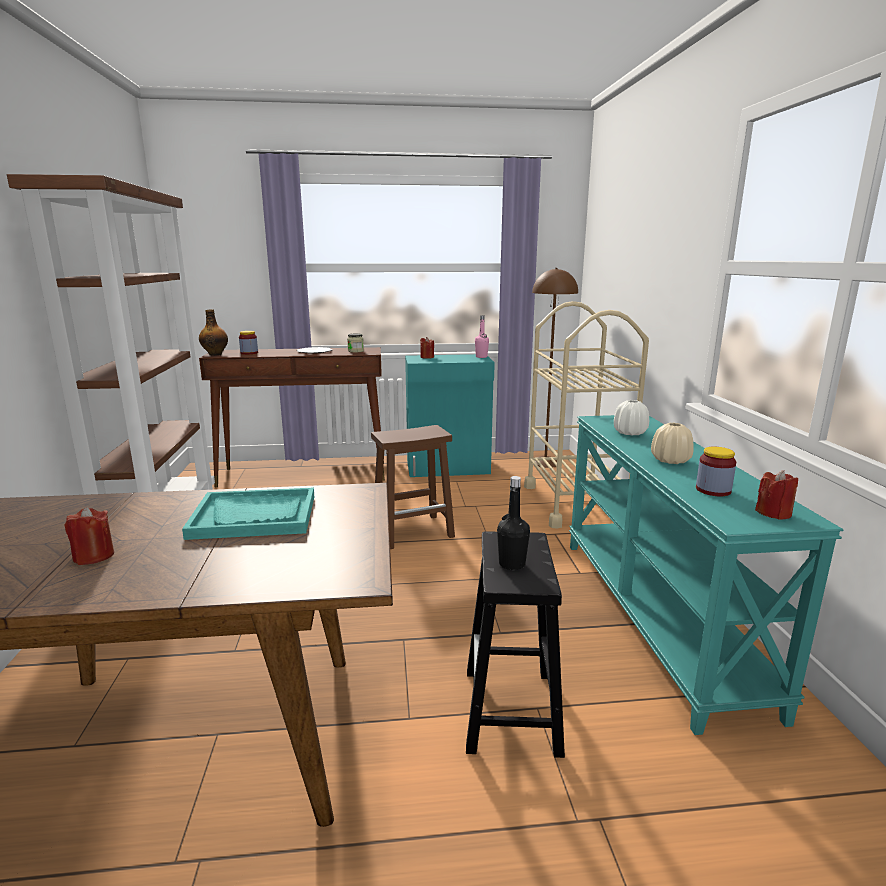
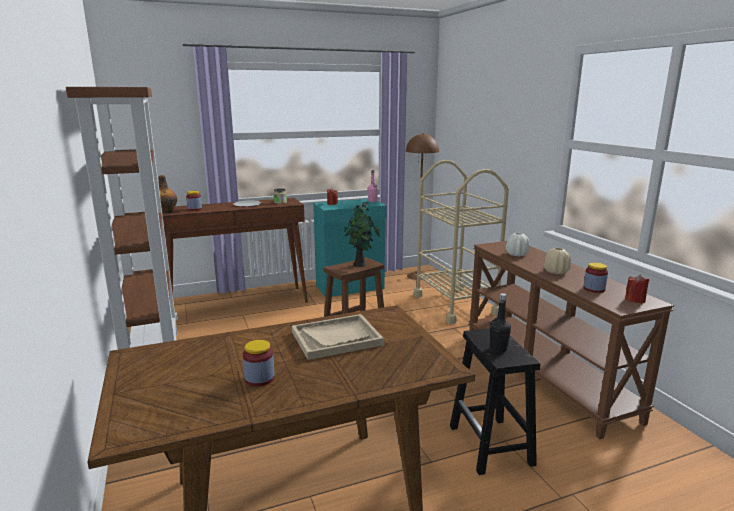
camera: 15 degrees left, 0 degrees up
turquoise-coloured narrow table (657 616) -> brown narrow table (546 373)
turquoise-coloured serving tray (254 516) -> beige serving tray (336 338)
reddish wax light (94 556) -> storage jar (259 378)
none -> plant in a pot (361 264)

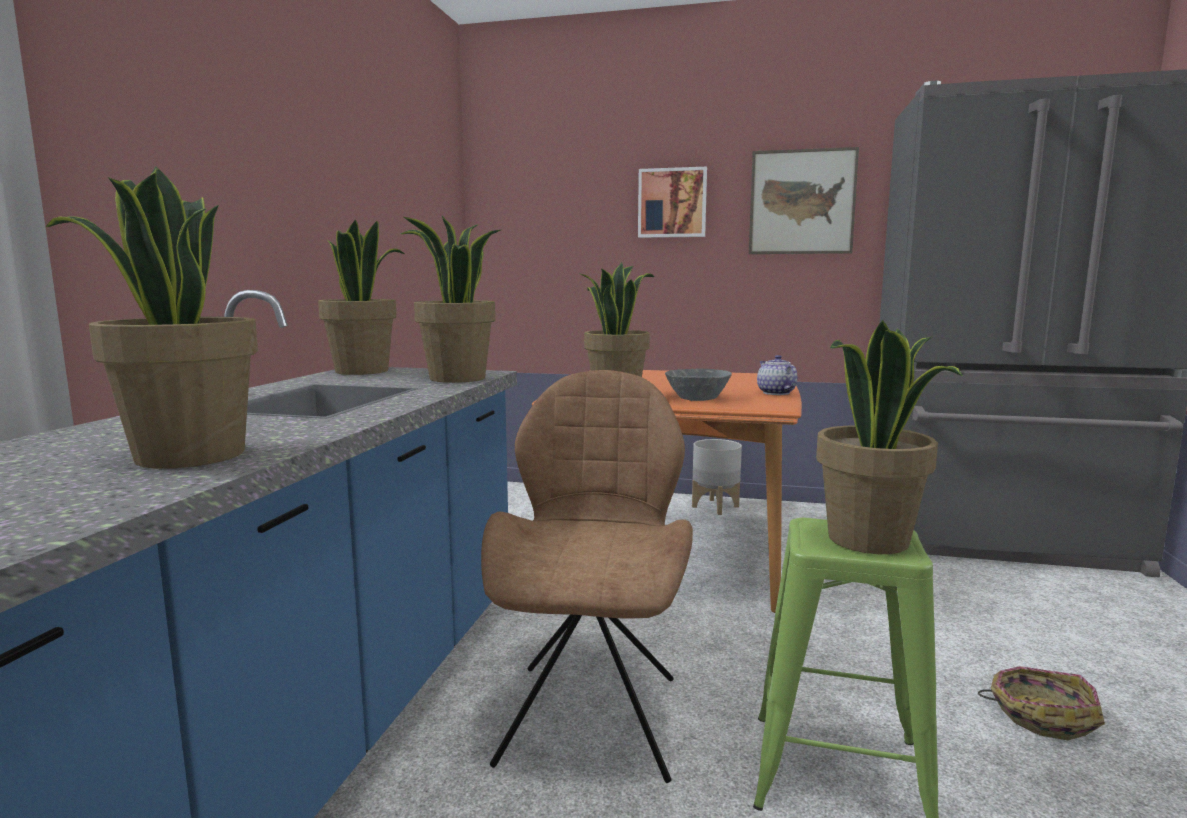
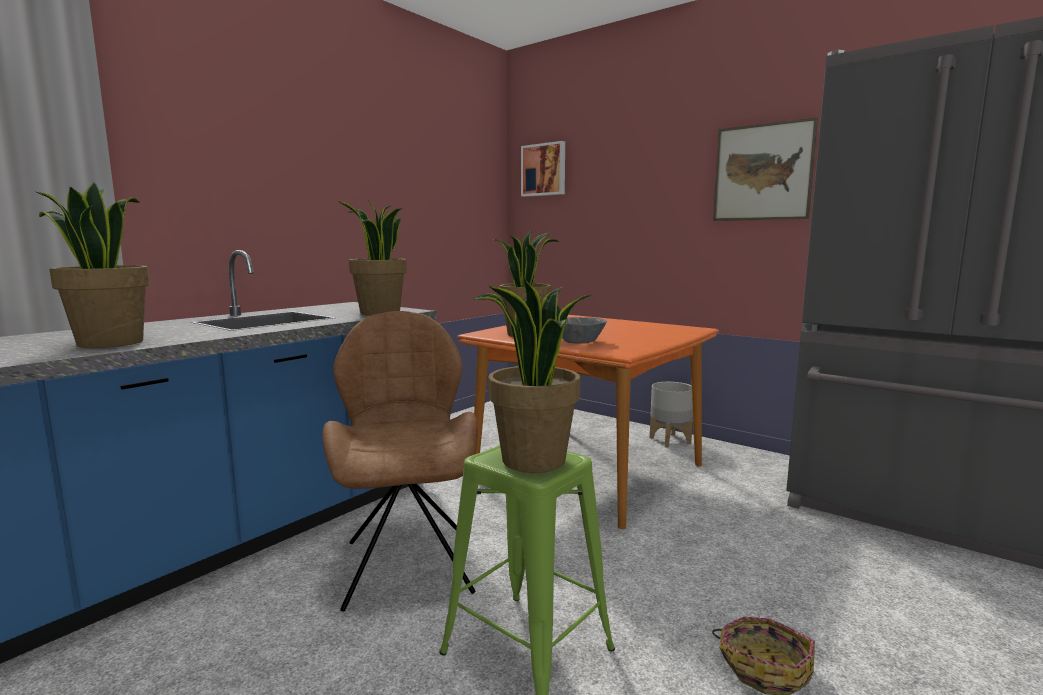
camera: 25 degrees right, 0 degrees up
wall picture (672 203) -> wall picture (544 170), relocated
plant in a pot (363 371) -> none
teapot (775 393) -> none
brown upright chair (592 714) -> brown upright chair (408 563), 45 degrees counterclockwise

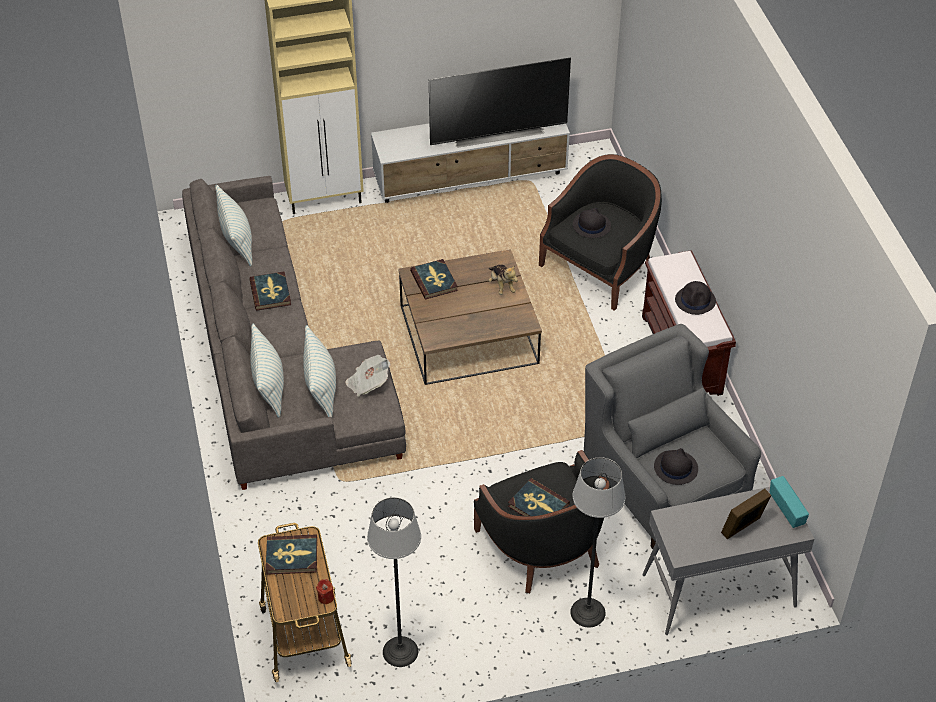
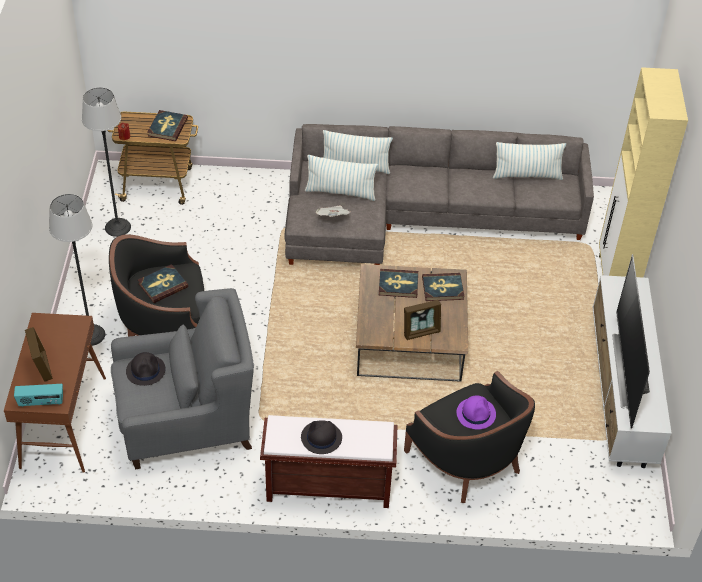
camera: 105 degrees right, 0 degrees up
black clothing hat (591 225) -> purple-coloured clothing hat (476 413)
soft toy (501 285) -> photo frame (421 332)
book (271 293) -> book (398 285), relocated
gray narrow table (718 591) -> brown narrow table (63 421)

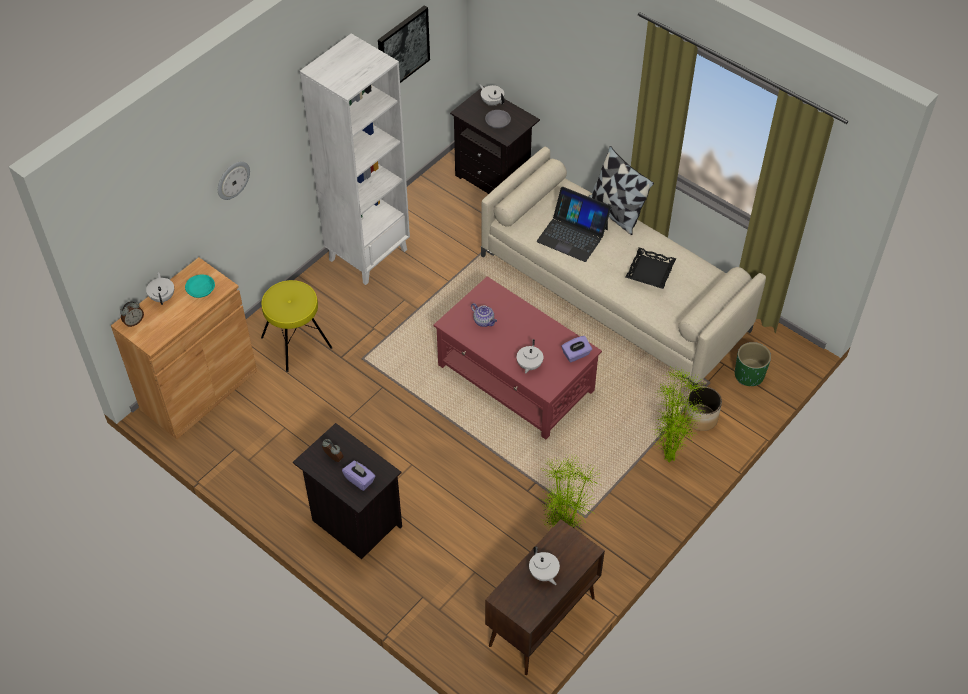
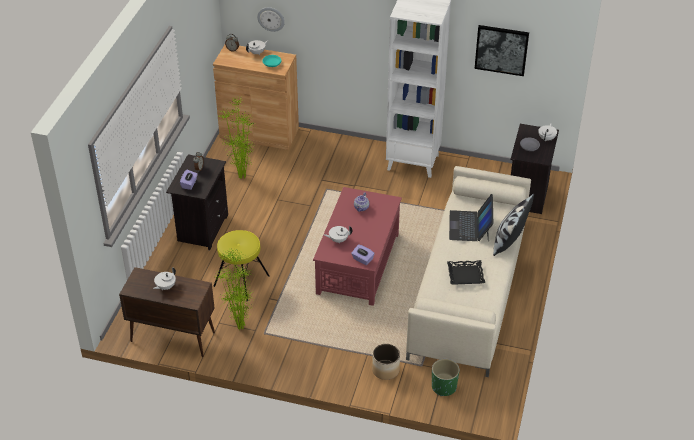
camera: 65 degrees right, 10 degrees down
hanging clock (232 179) -> hanging clock (271 18), relocated
yellow sitting stool (296 342) -> yellow sitting stool (242 281), relocated
plant in a pot (667 457) -> plant in a pot (241 176), relocated

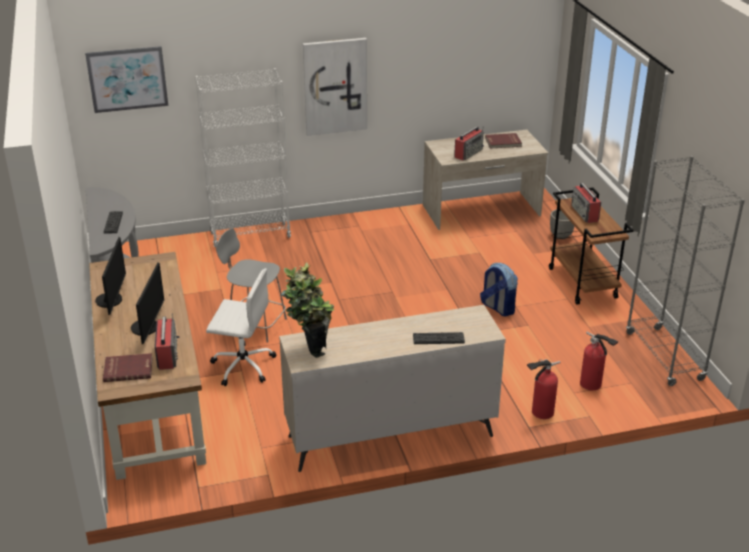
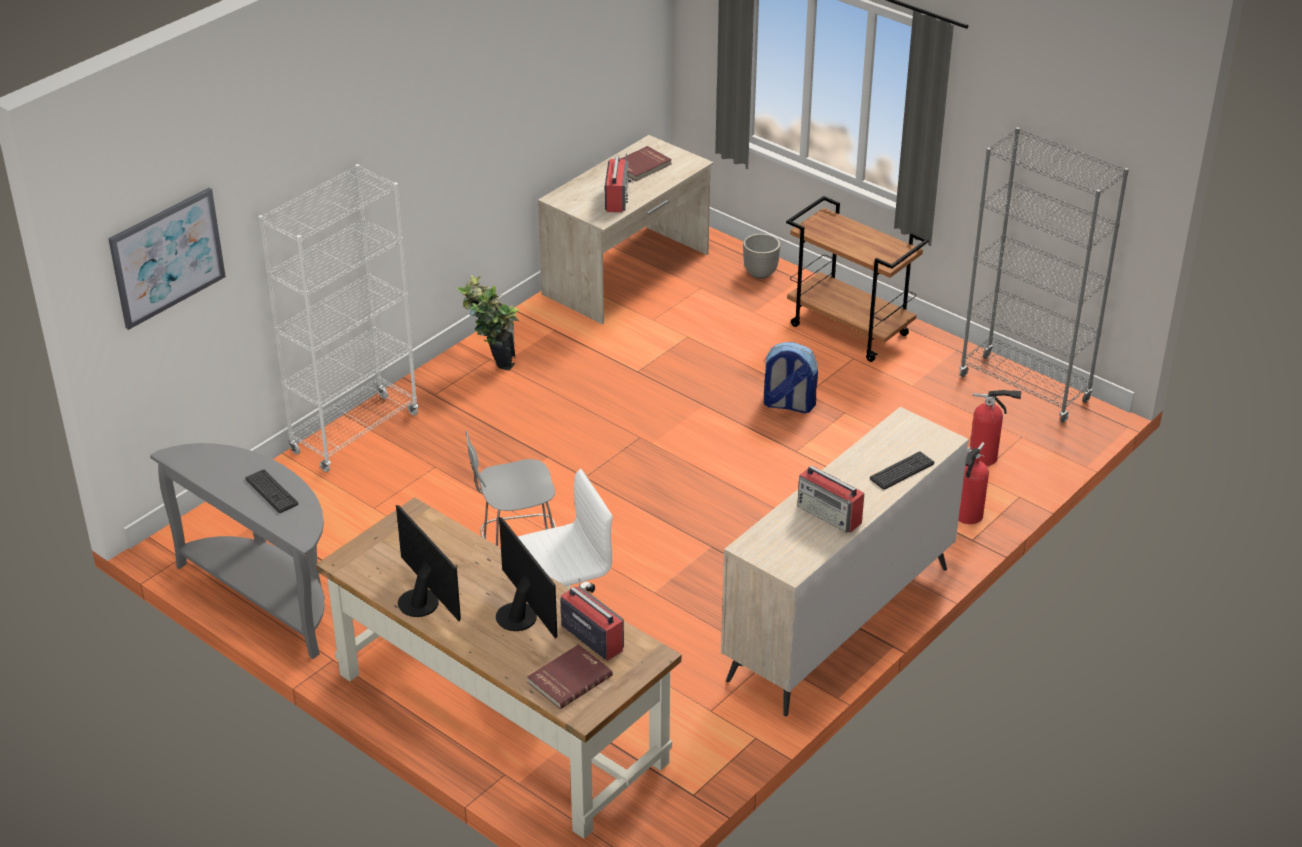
camera: 35 degrees left, 5 degrees up
wall picture (335 86) -> none
radio receiver (585 213) -> radio receiver (830 514), relocated
plant in a pot (309 347) -> plant in a pot (492 363), relocated

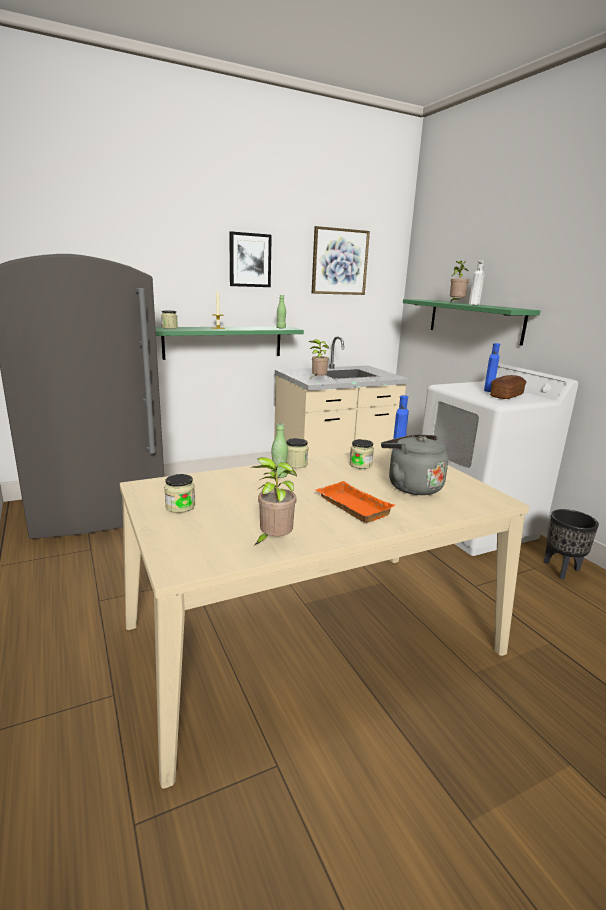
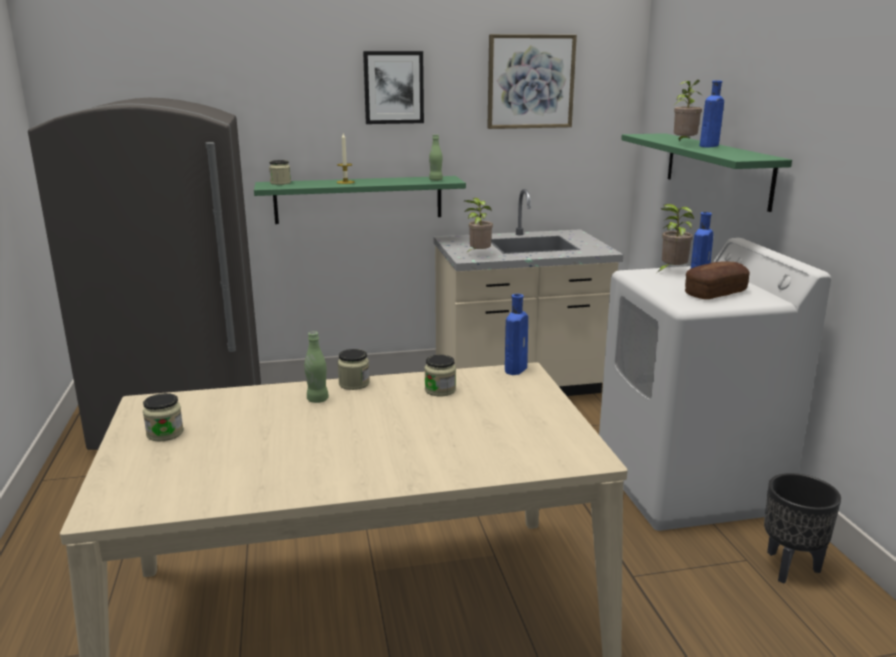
camera: 15 degrees right, 0 degrees up
white bottle (474 304) -> bluish bottle (708 146)
gray tea kettle (411 486) -> none
plant in a pot (273 541) -> plant in a pot (671 271), relocated
orangey serving tray (350 506) -> none

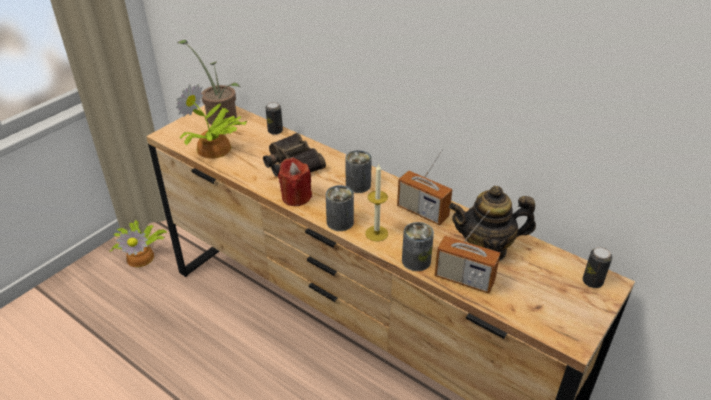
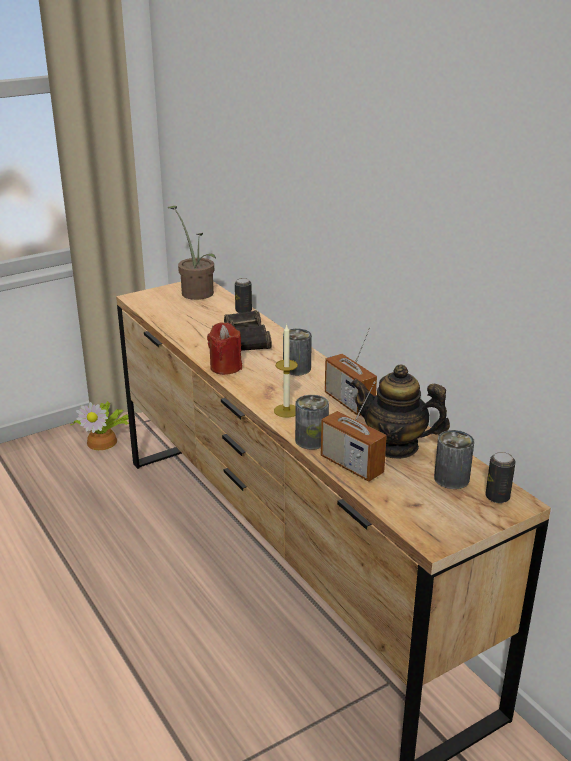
camera: 20 degrees right, 10 degrees down
plant in a pot (214 150) -> none
metal can (340 222) -> metal can (451 478), relocated

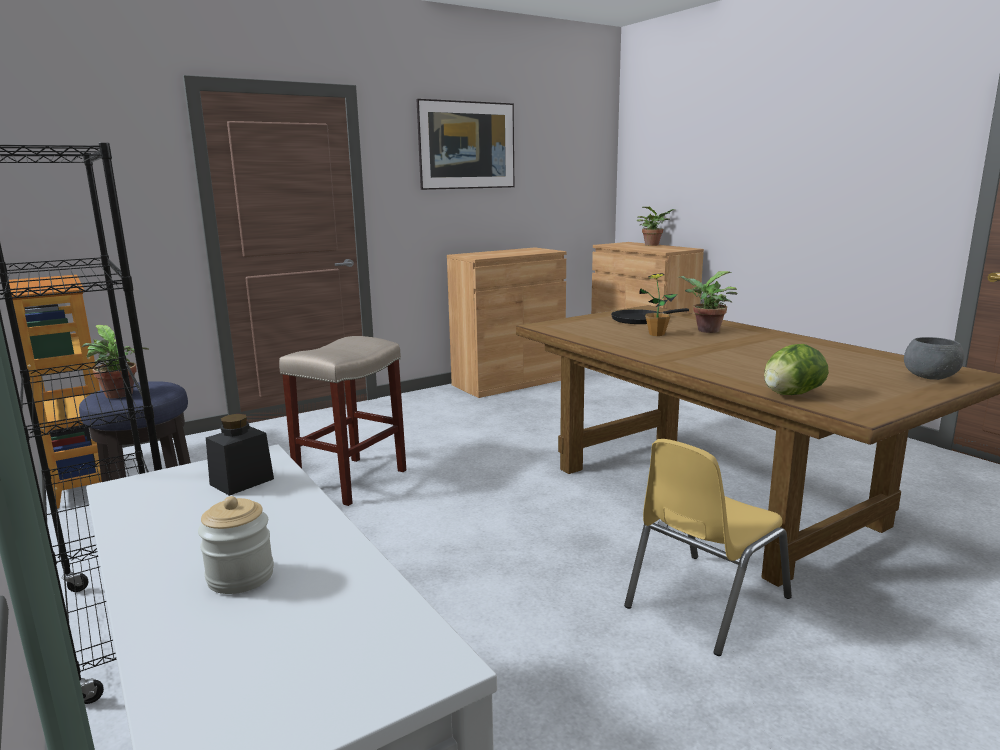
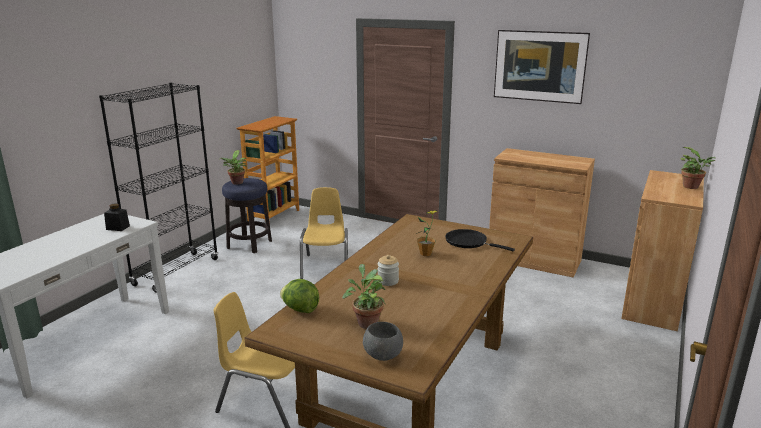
camera: 60 degrees right, 5 degrees up
plant in a pot (705 330) -> plant in a pot (366 322), relocated
beige sitting stool (352 480) -> yellow upright chair (326 266)
storage jar (240 577) -> storage jar (388 281), relocated

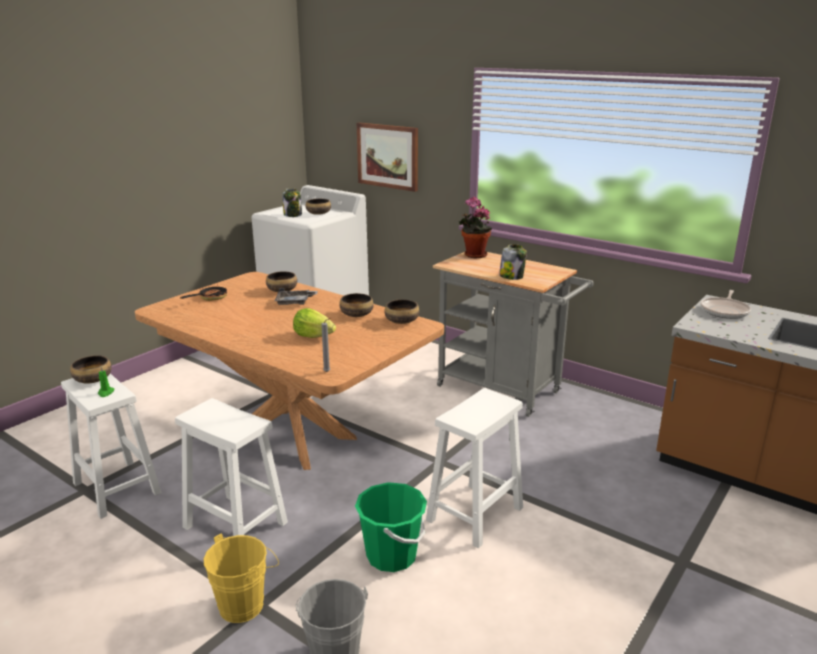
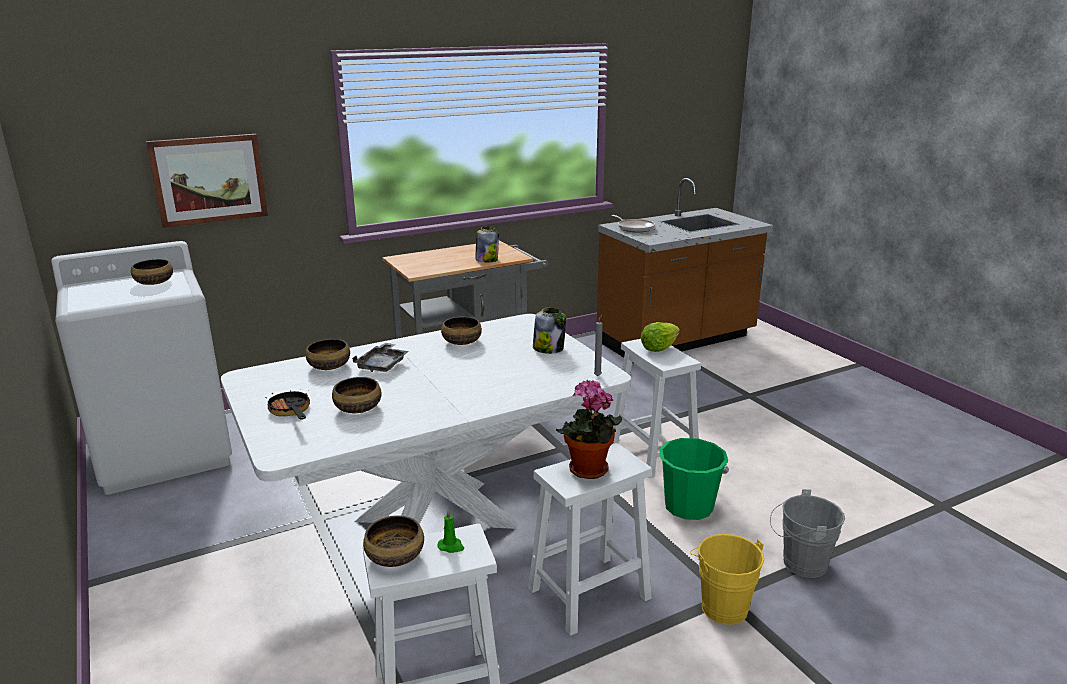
camera: 65 degrees left, 0 degrees up
storage jar (293 215) -> storage jar (549 348), relocated
plant in a pot (473 255) -> plant in a pot (587 472), relocated
brown dining table (293 434) -> white dining table (435 522)
bowl (402 321) -> bowl (358 408), relocated
lettuce head (313 336) -> lettuce head (658 348), relocated

